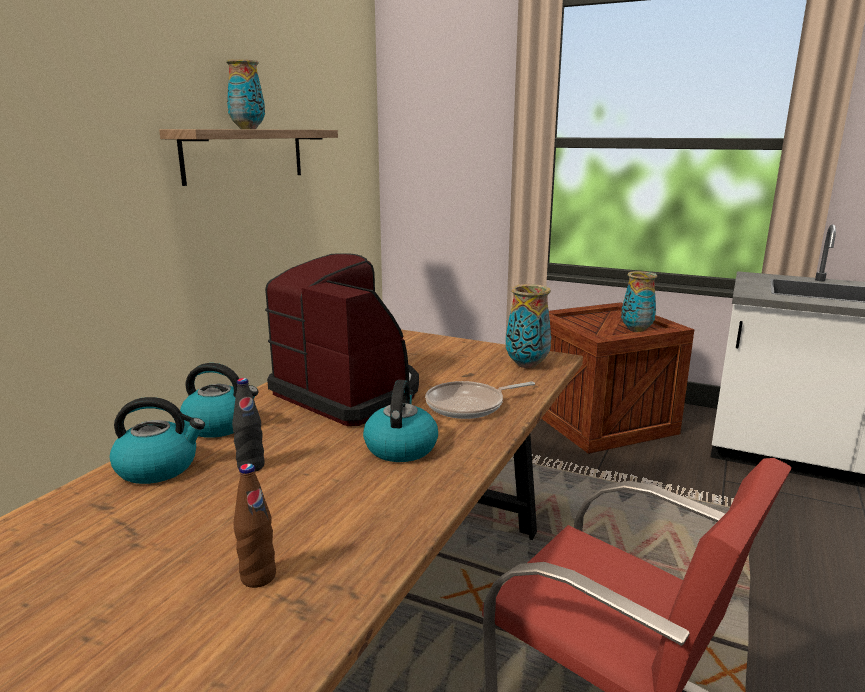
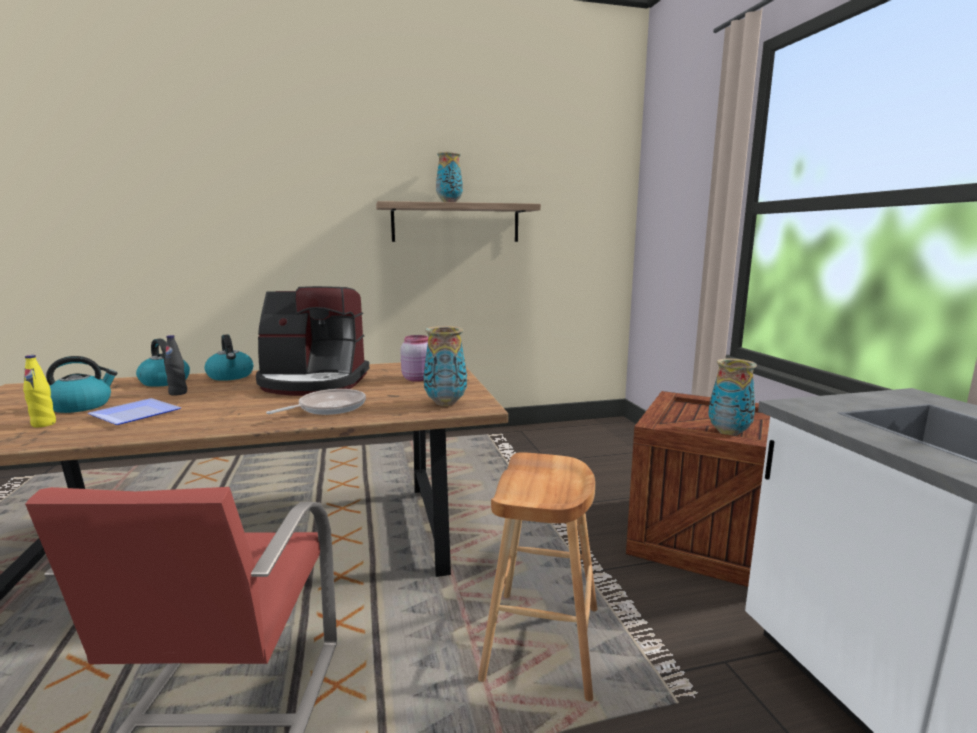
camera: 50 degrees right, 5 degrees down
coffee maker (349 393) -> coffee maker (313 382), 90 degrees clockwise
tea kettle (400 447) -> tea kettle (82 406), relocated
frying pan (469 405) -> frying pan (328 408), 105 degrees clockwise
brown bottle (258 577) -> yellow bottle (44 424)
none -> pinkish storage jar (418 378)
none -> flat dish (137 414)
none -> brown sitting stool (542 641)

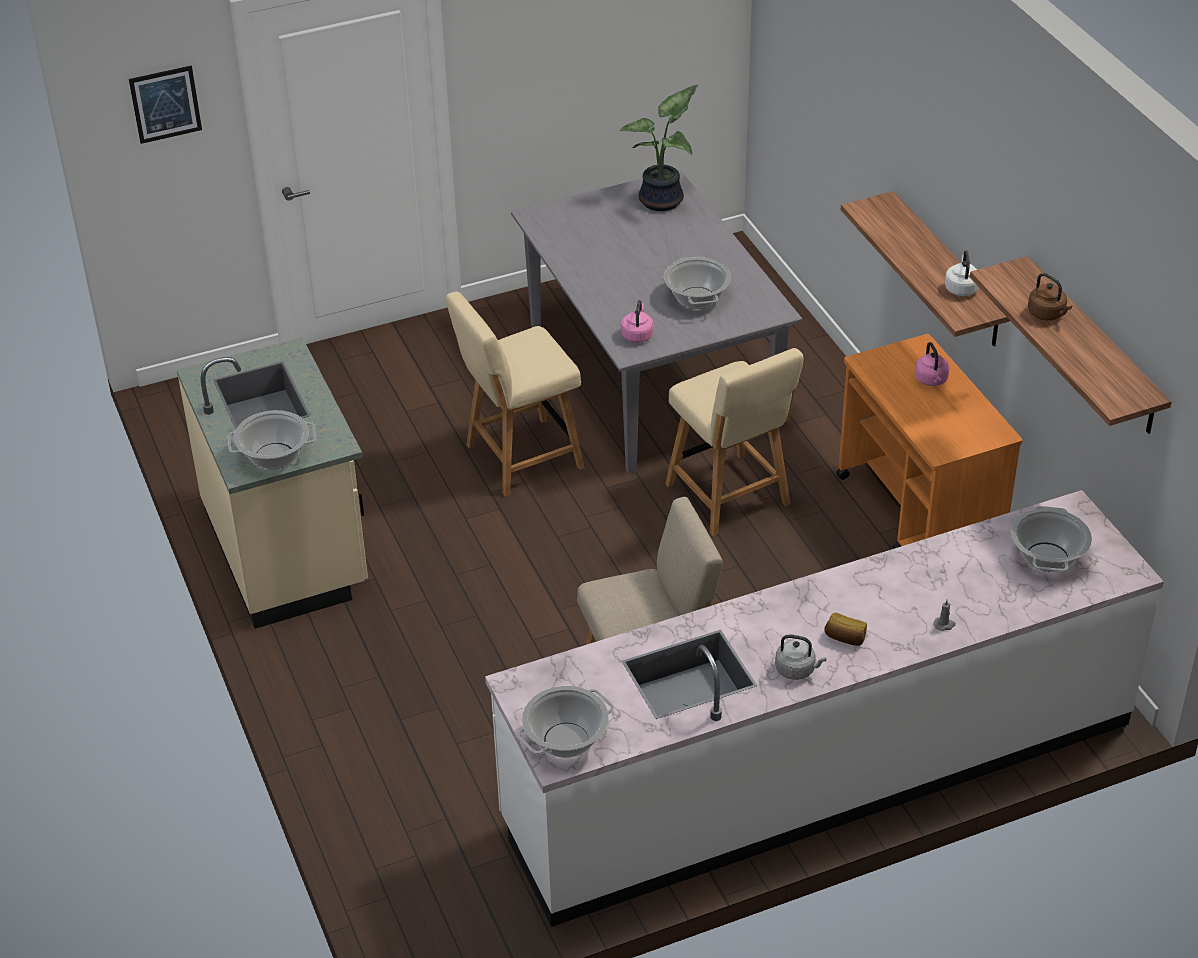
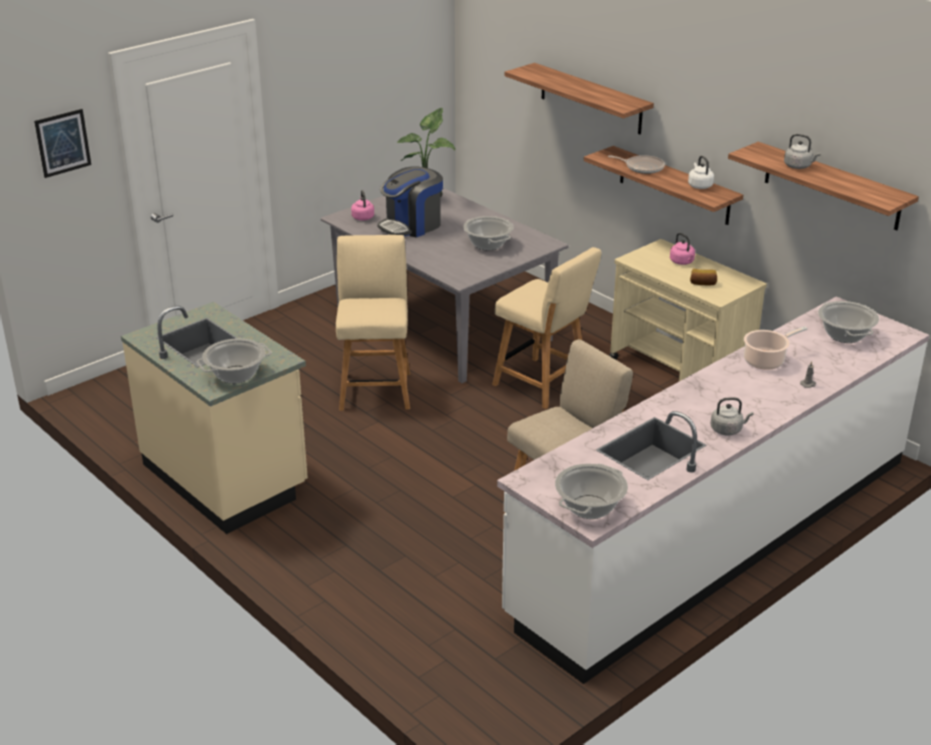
camera: 20 degrees left, 10 degrees down
brown tea kettle (1047 314) -> gray tea kettle (799 166)
beige upright chair (519 458) -> beige upright chair (375 388), 135 degrees clockwise
pinkish tea kettle (637 335) -> pinkish tea kettle (362 217), relocated
orangey cart (919 518) -> beige cart (680 373)
bread (845 638) -> bread (703 283), relocated
none -> wall shelf (590 98)
none -> frying pan (642 167)
none -> coffee maker (411 226)
none -> cooking pot (766 360)

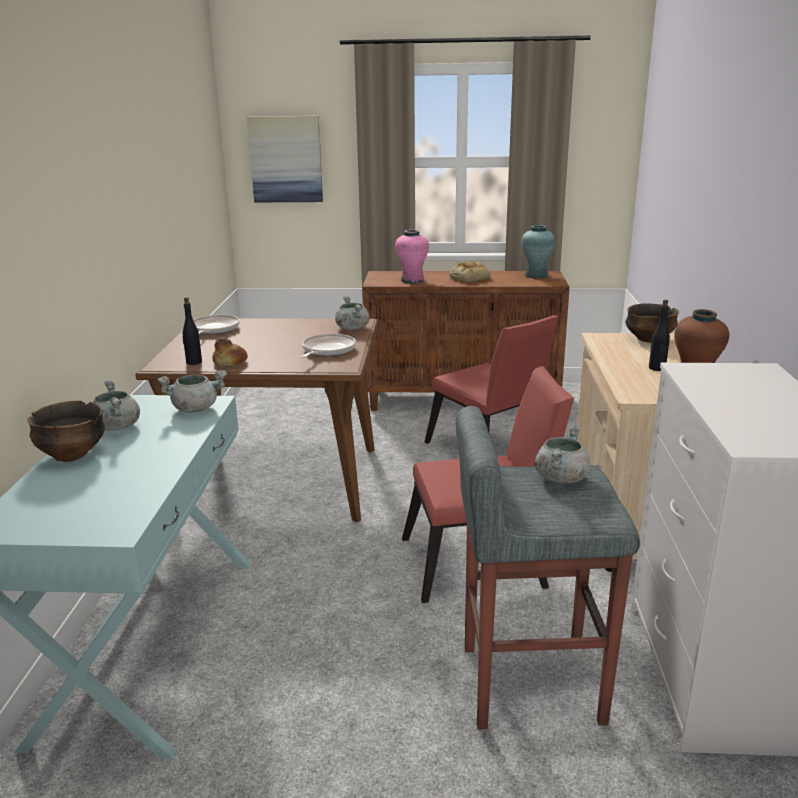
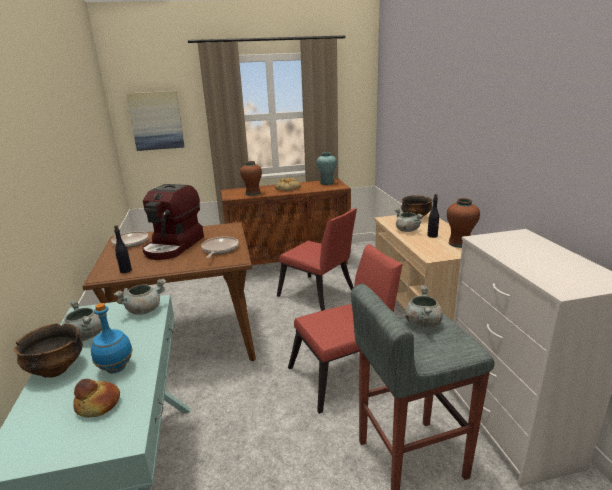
camera: 15 degrees left, 0 degrees up
pinkish vase (412 280) -> brown vase (253 193)
gray cooking pot (352 328) -> gray cooking pot (406 230), relocated
bread (230 362) -> bread (98 405), relocated
none -> coffee maker (174 246)
none -> bluish bottle (115 368)

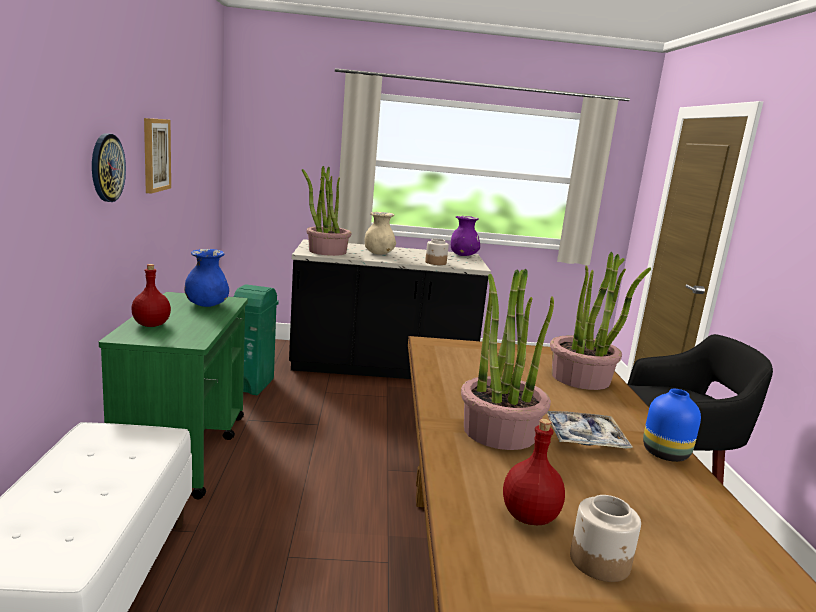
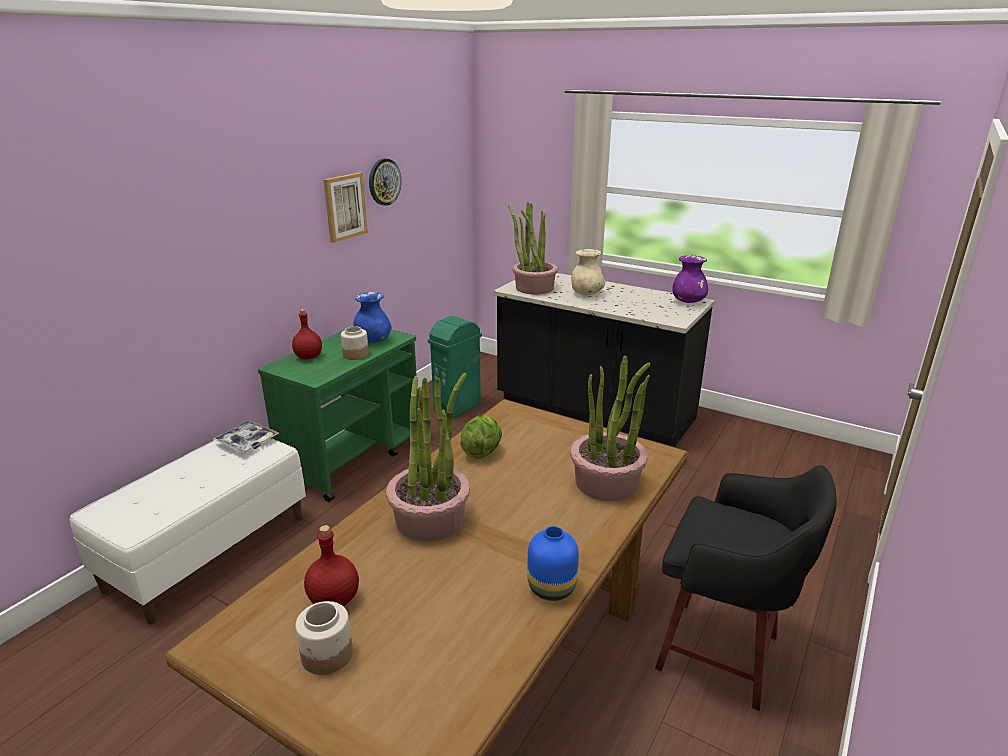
camera: 35 degrees right, 10 degrees up
hanging clock (107 167) -> hanging clock (384 182), relocated
storage jar (435 263) -> storage jar (355 355), relocated
serving tray (584 437) -> serving tray (247 442), relocated
none -> lettuce head (481 451)

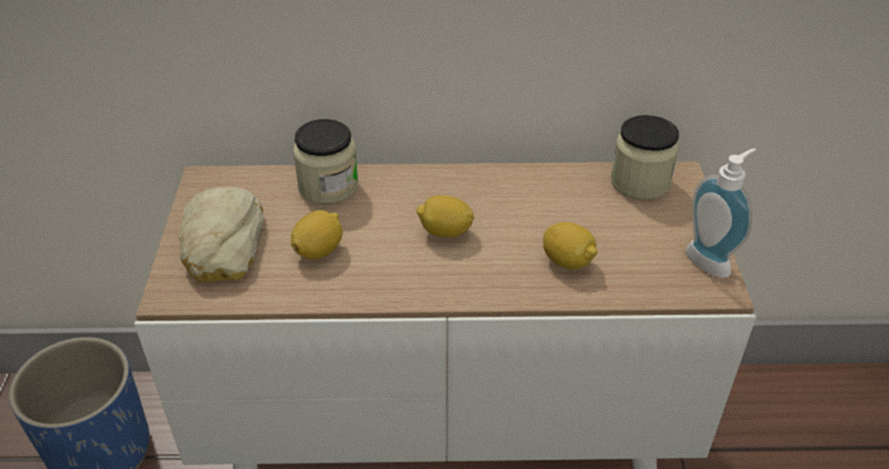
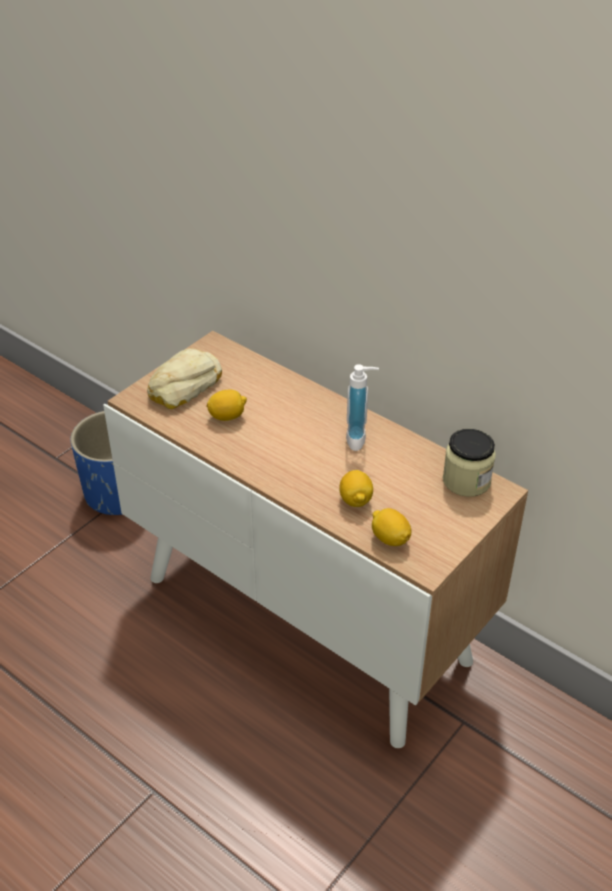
camera: 40 degrees right, 0 degrees up
storage jar (328 186) -> none
soap dispenser (711 259) -> soap dispenser (360 439), relocated
citrus fruit (445 232) -> citrus fruit (390 539), relocated

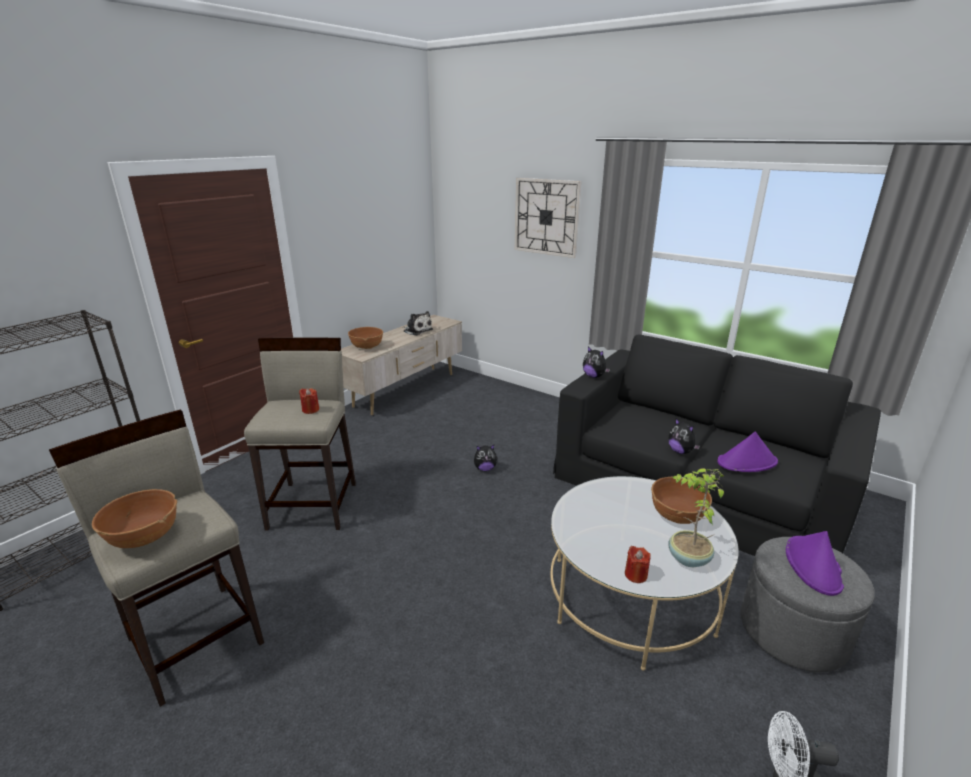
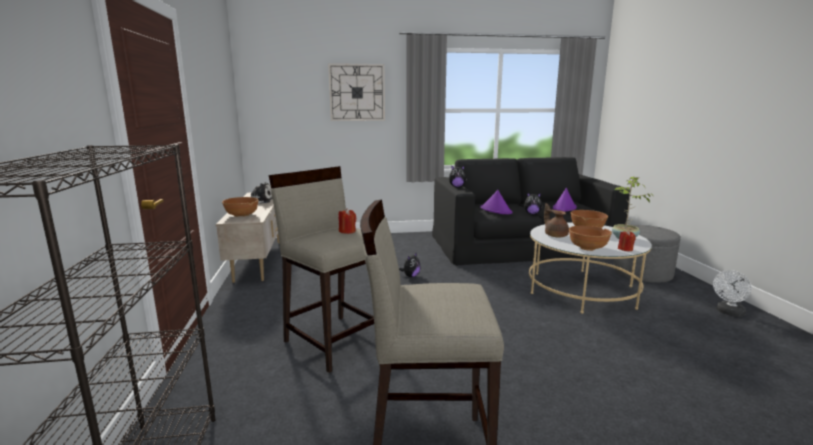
camera: 45 degrees left, 10 degrees down
brown bowl (144 536) -> brown bowl (587 247), relocated
purple-coloured clothing hat (813 566) -> purple-coloured clothing hat (496 210), relocated
none -> brown teapot (555 235)

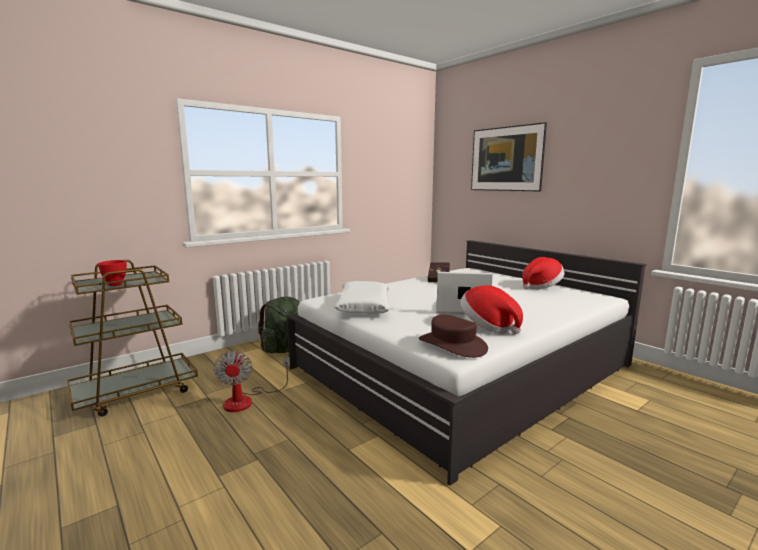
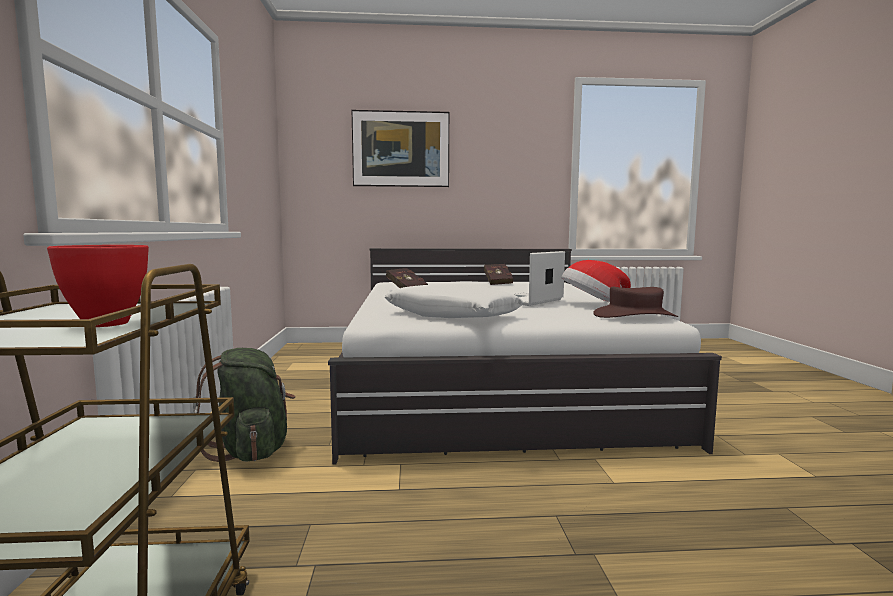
camera: 55 degrees left, 5 degrees down
clothing hat (541 286) -> reddish book (498 283)
fan (247 400) -> none

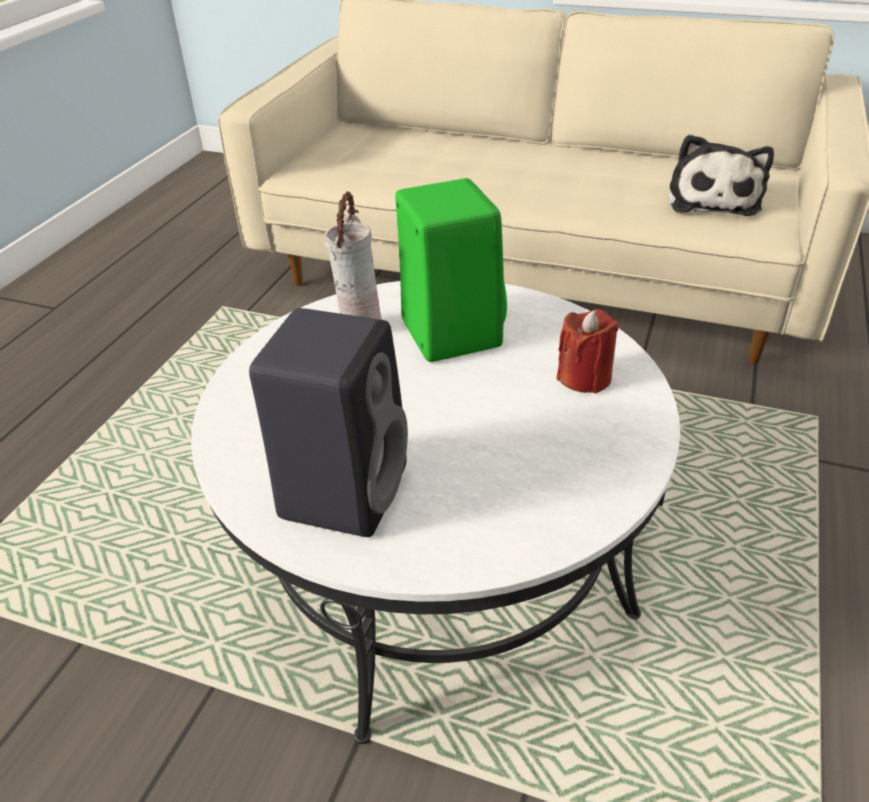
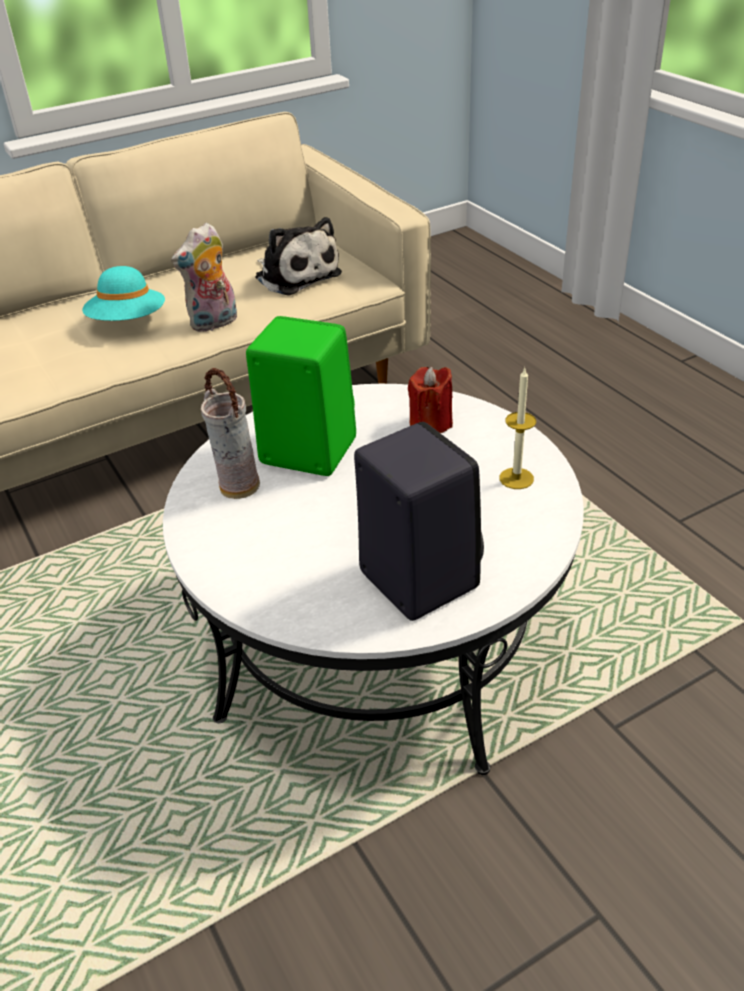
camera: 50 degrees left, 0 degrees up
none -> soft toy (214 323)
none -> turquoise-coloured clothing hat (128 322)
none -> wax light (516 478)

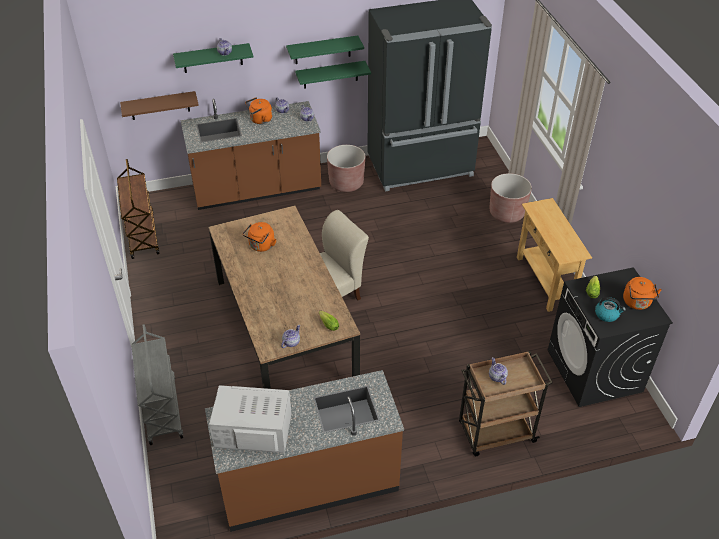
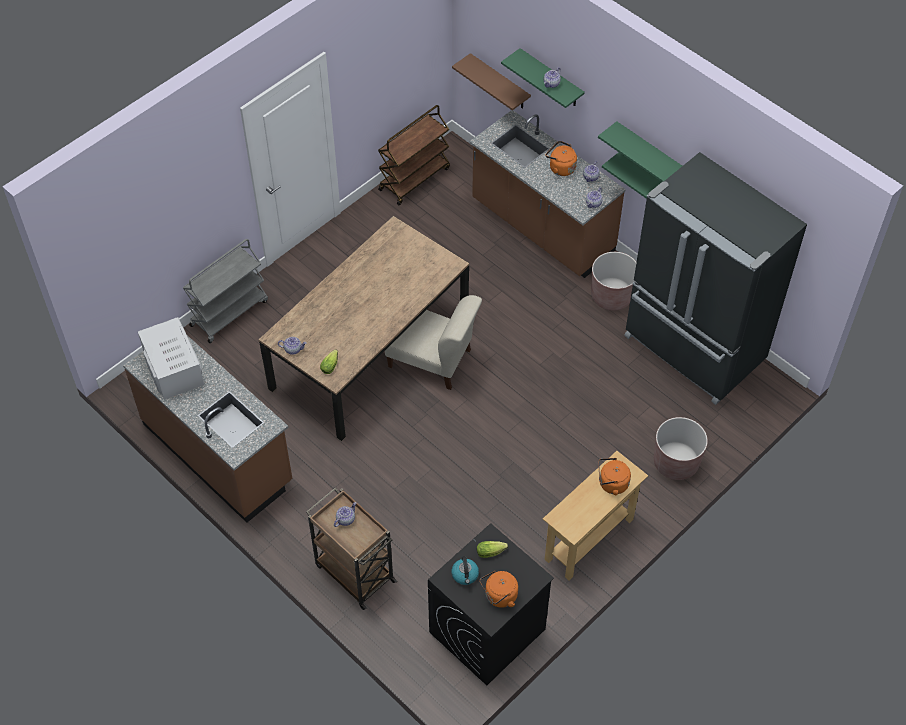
camera: 60 degrees right, 10 degrees up
orangey tea kettle (261 246) -> orangey tea kettle (611 484), relocated

